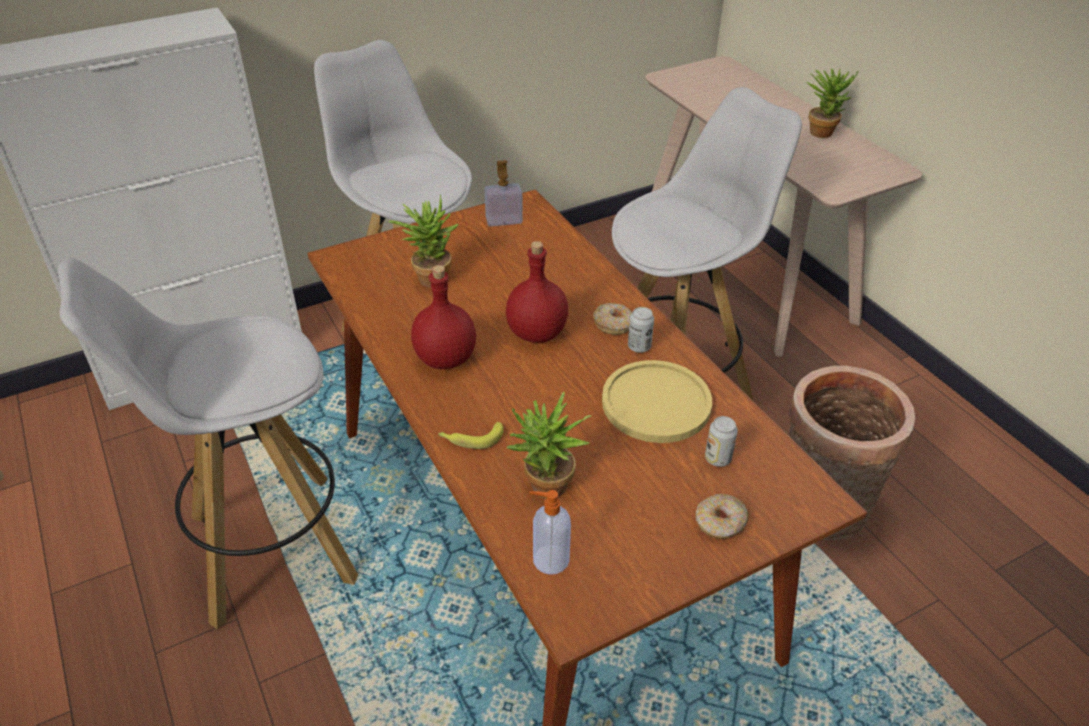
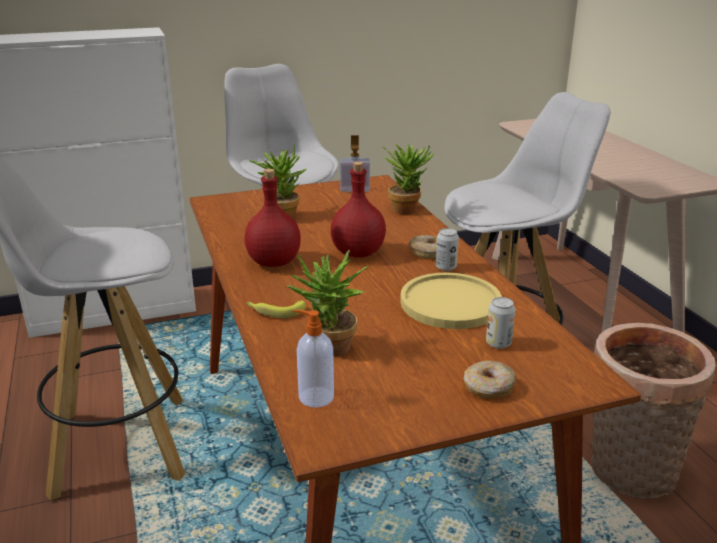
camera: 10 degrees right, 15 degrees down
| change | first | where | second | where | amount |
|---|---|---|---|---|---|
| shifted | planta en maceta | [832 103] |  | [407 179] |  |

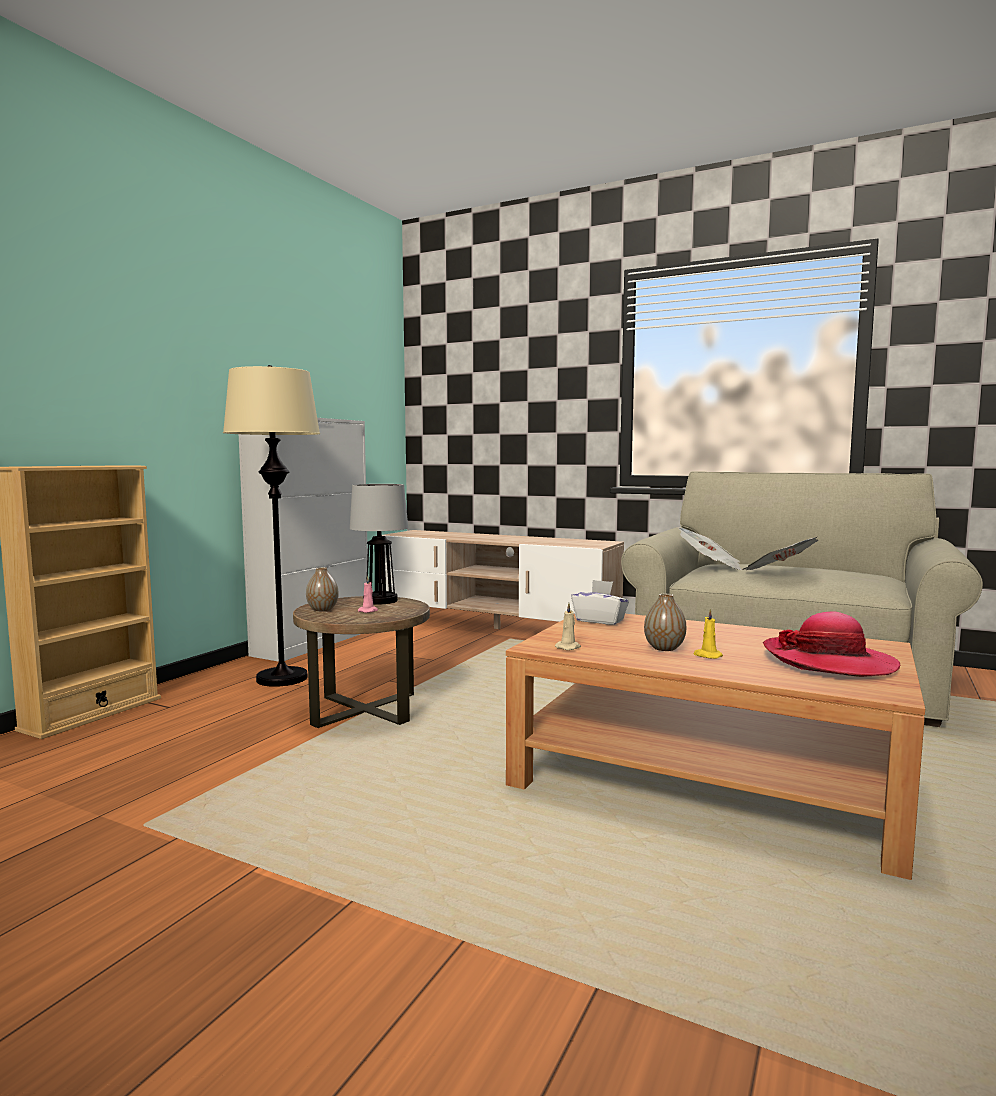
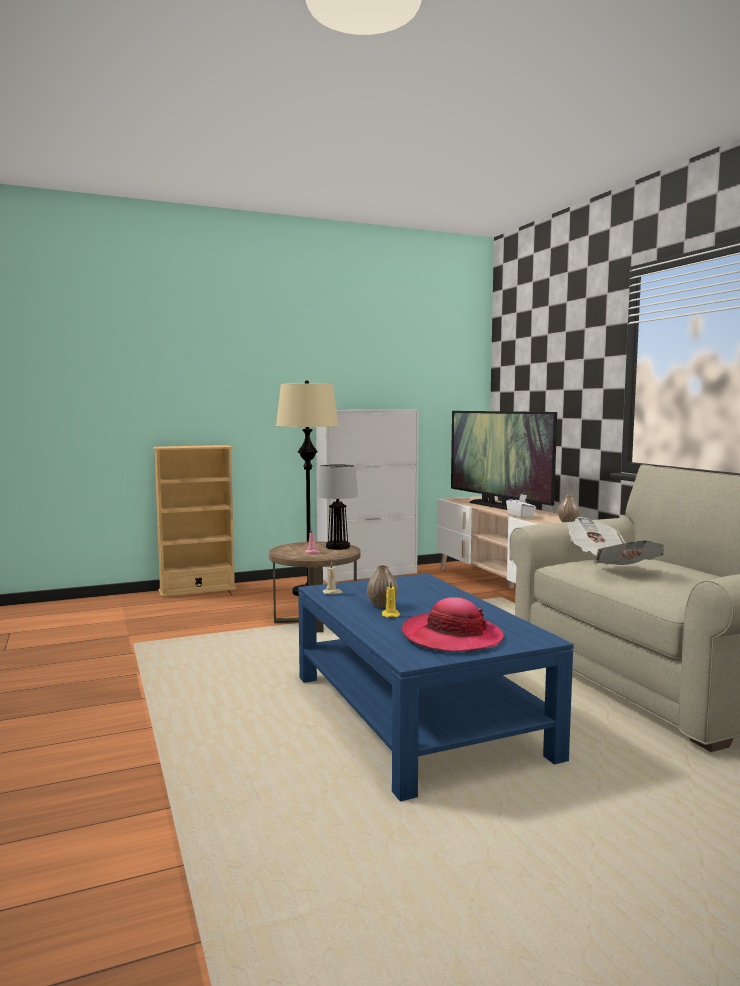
camera: 40 degrees right, 0 degrees up
| change | first | where | second | where | amount |
|---|---|---|---|---|---|
| new |  |  | televisor | [504 460] |  |
| shifted | florero | [322 589] |  | [568 508] |  |
| shifted | caja de pañuelos (blanco) | [600 602] |  | [521 506] |  |
| repainted | mesa de centro (marrón) | [715 747] | mesa de centro (azul) | [436 687] |  |

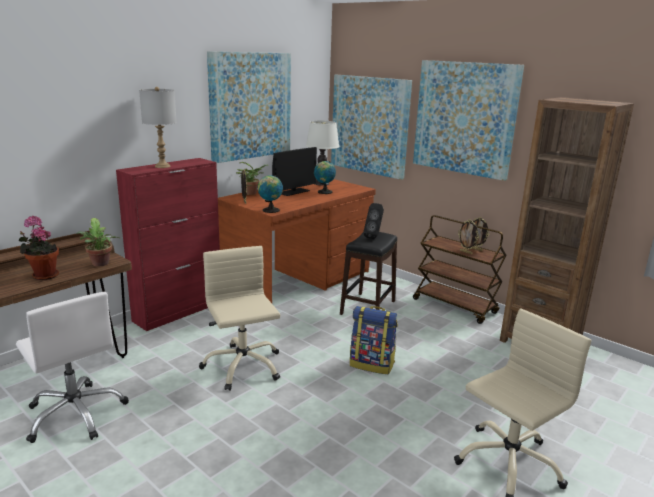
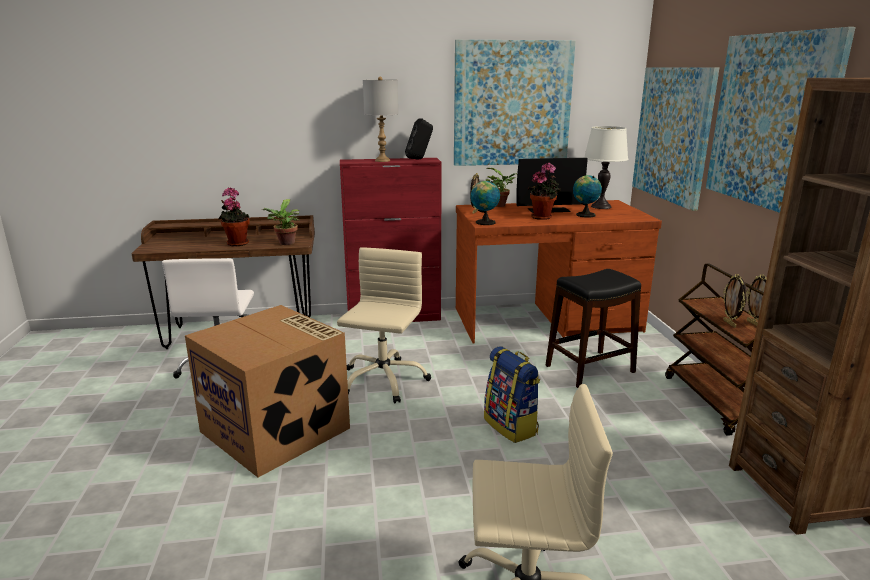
camera: 40 degrees right, 0 degrees up
| change | first | where | second | where | amount |
|---|---|---|---|---|---|
| new |  |  | caja de cartón | [267 391] |  |
| new |  |  | planta en maceta | [544 191] |  |
| shifted | altavoz (negro) | [373 221] |  | [419 138] |  |

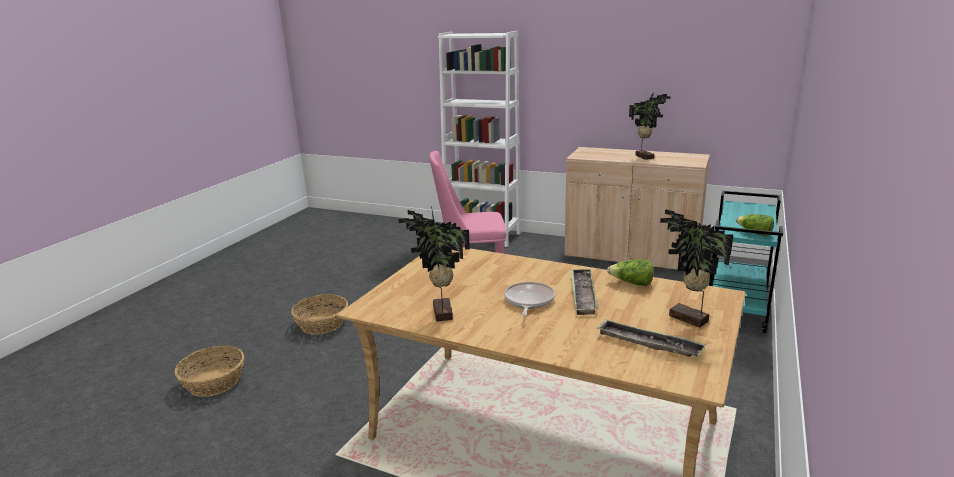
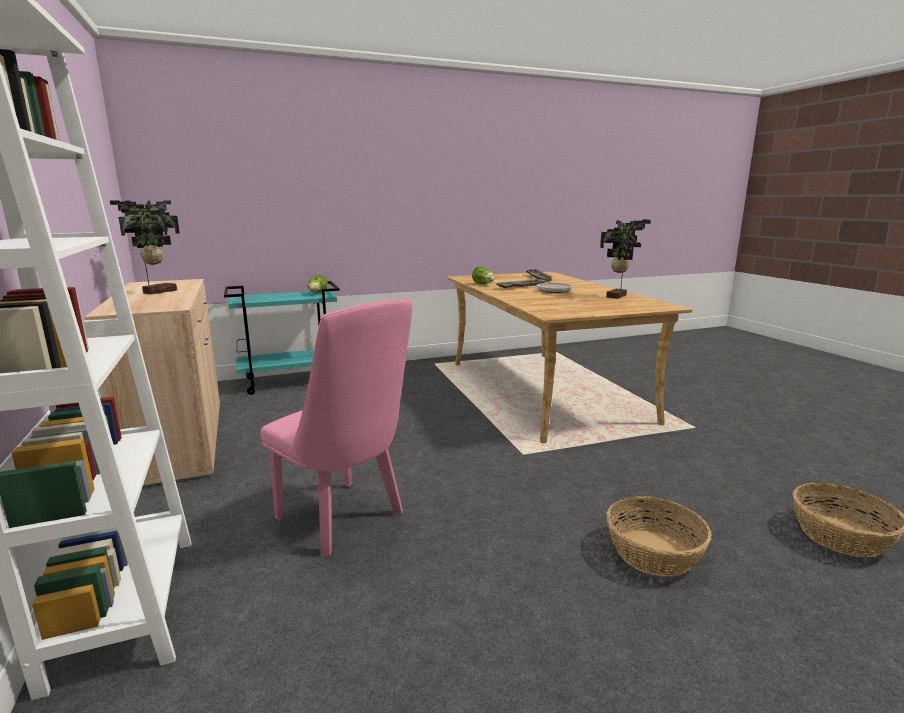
camera: 135 degrees left, 5 degrees down
| change | first | where | second | where | amount |
|---|---|---|---|---|---|
| gone | planta en maceta | [696 268] |  |  |  |

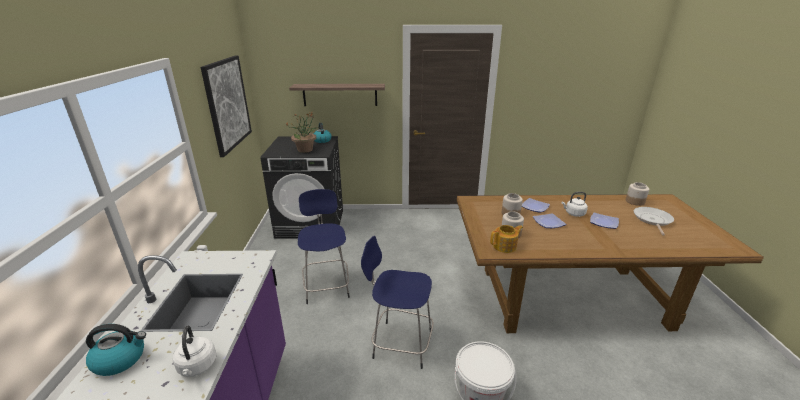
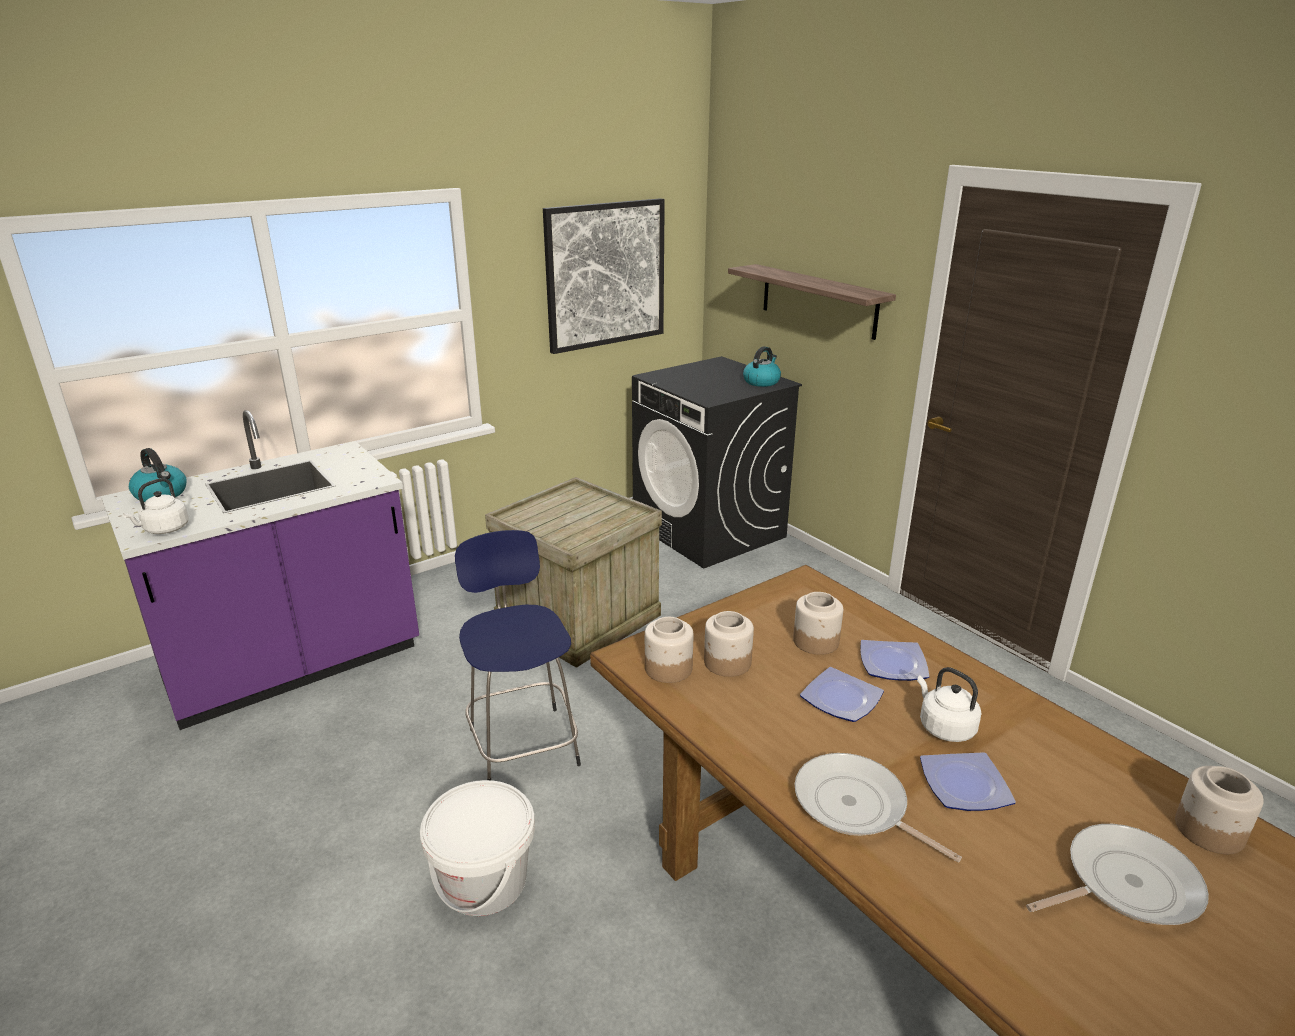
camera: 55 degrees right, 0 degrees up
| change | first | where | second | where | amount |
|---|---|---|---|---|---|
| gone | planta en maceta | [302 132] |  |  |  |
| new |  |  | sartén | [878 807] |  |
| swapped | taburete (azul) | [324 246] | caja de embalaje | [573 572] |  |
| swapped | tetera | [506 239] | tarro | [669 650] |  |

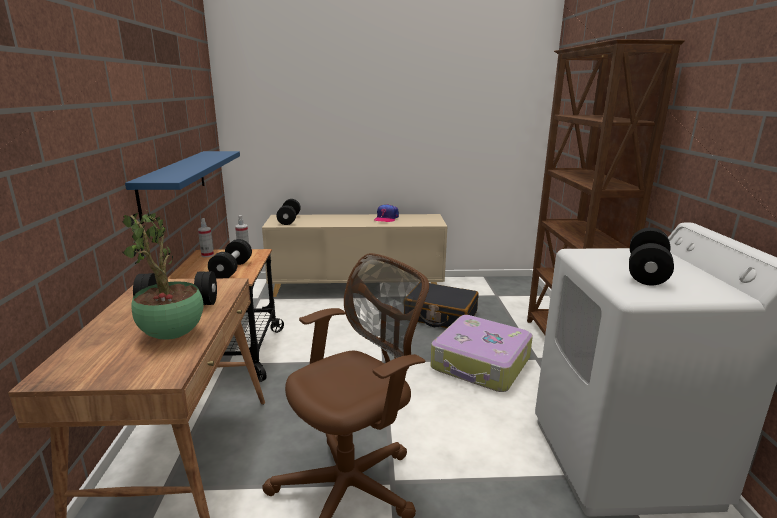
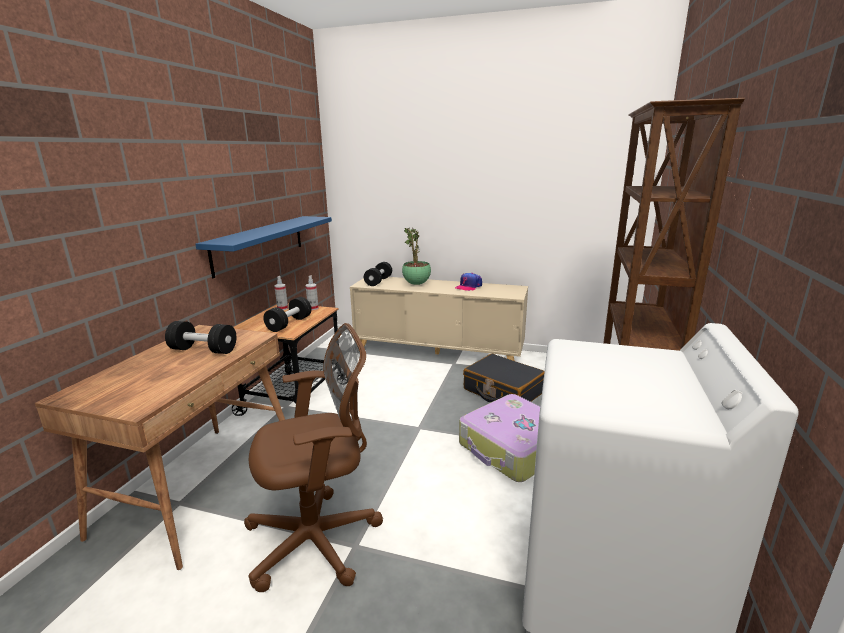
camera: 20 degrees right, 0 degrees up
| change | first | where | second | where | amount |
|---|---|---|---|---|---|
| gone | mancuerna (negro) | [651 256] |  |  |  |
| shifted | planta en maceta | [163 275] |  | [416 256] |  |

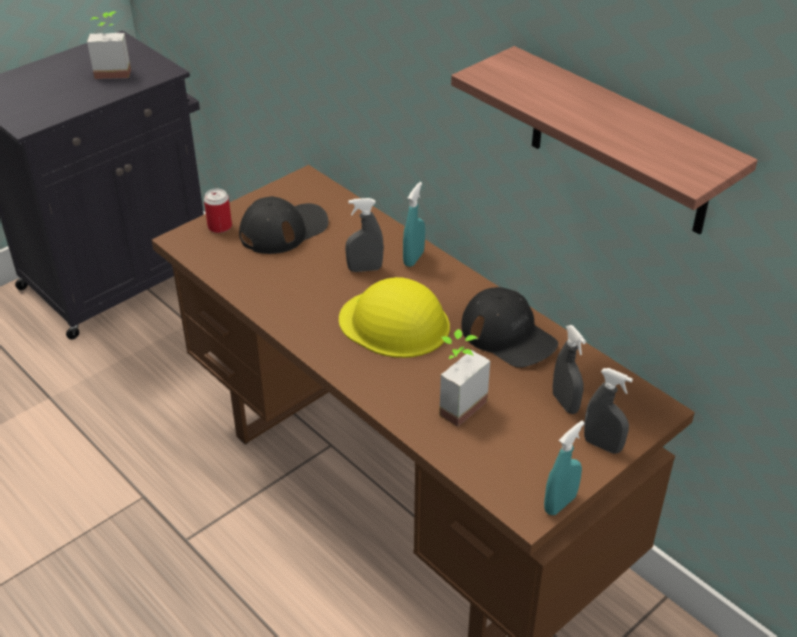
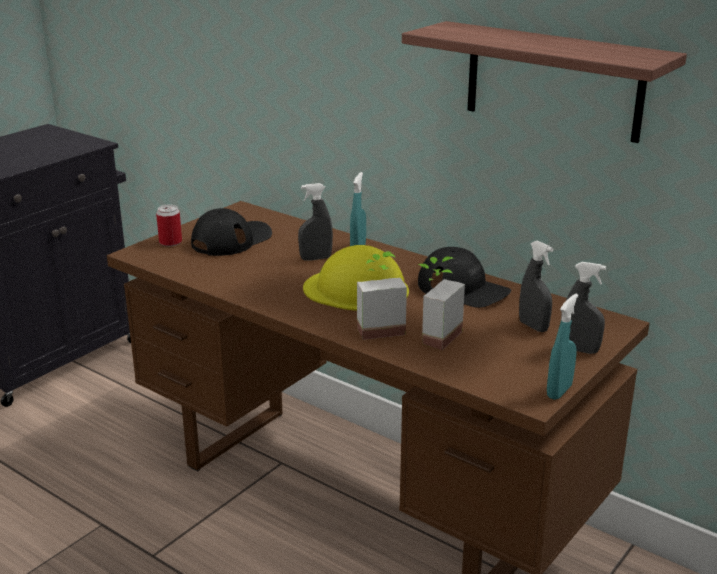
camera: 10 degrees left, 15 degrees down
| change | first | where | second | where | amount |
|---|---|---|---|---|---|
| shifted | planta en maceta | [109 45] |  | [382 295] |  |

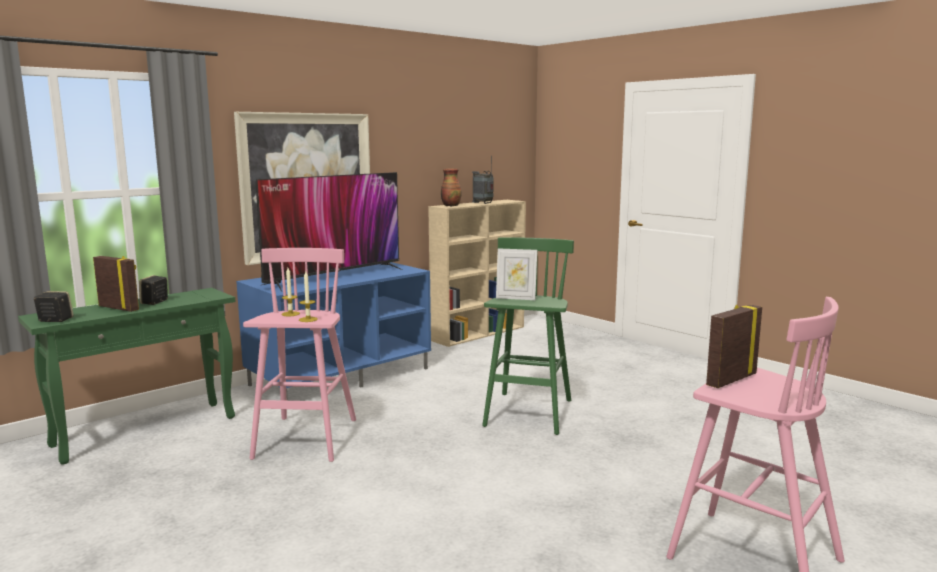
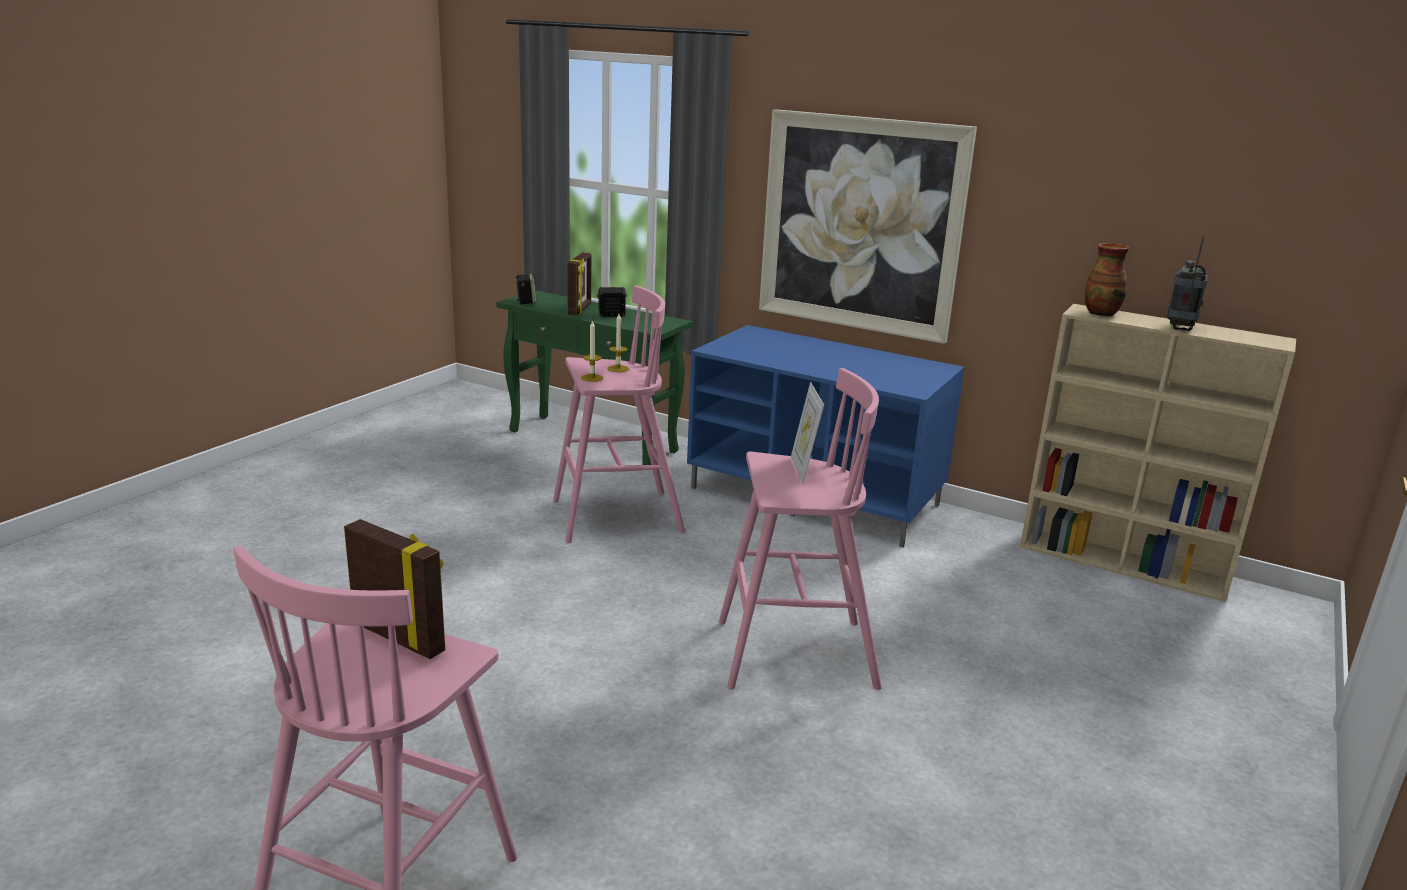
camera: 70 degrees right, 10 degrees up
| change | first | where | second | where | amount |
|---|---|---|---|---|---|
| gone | televisor | [329 232] |  |  |  |
| repainted | taburete (verde) | [528 336] | taburete (rosa) | [800 529] |  |

